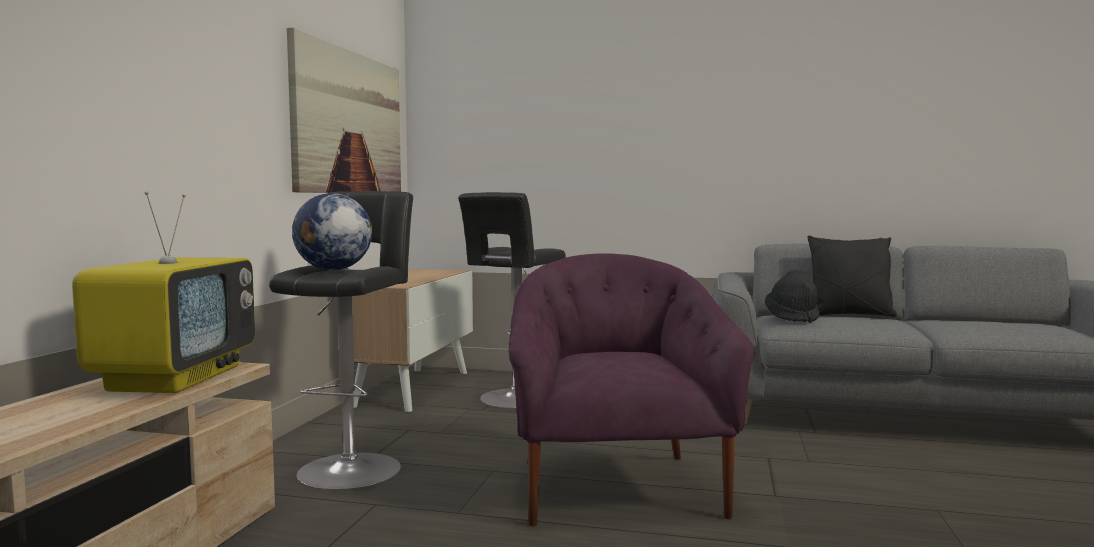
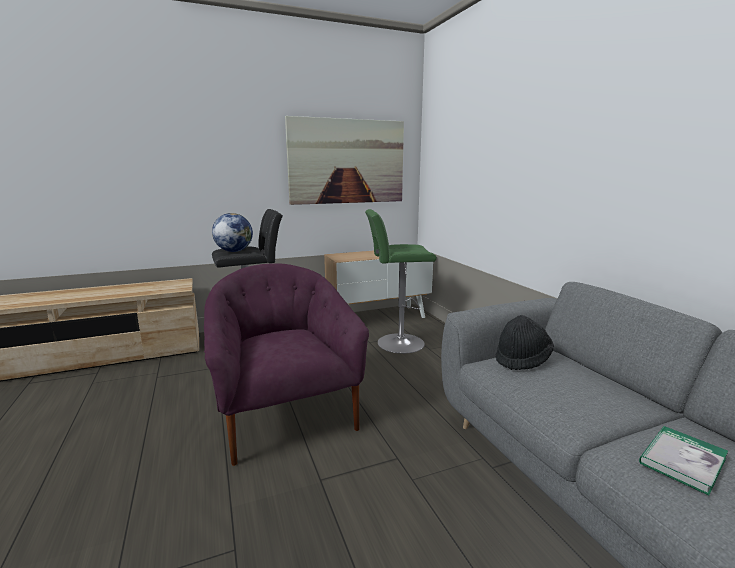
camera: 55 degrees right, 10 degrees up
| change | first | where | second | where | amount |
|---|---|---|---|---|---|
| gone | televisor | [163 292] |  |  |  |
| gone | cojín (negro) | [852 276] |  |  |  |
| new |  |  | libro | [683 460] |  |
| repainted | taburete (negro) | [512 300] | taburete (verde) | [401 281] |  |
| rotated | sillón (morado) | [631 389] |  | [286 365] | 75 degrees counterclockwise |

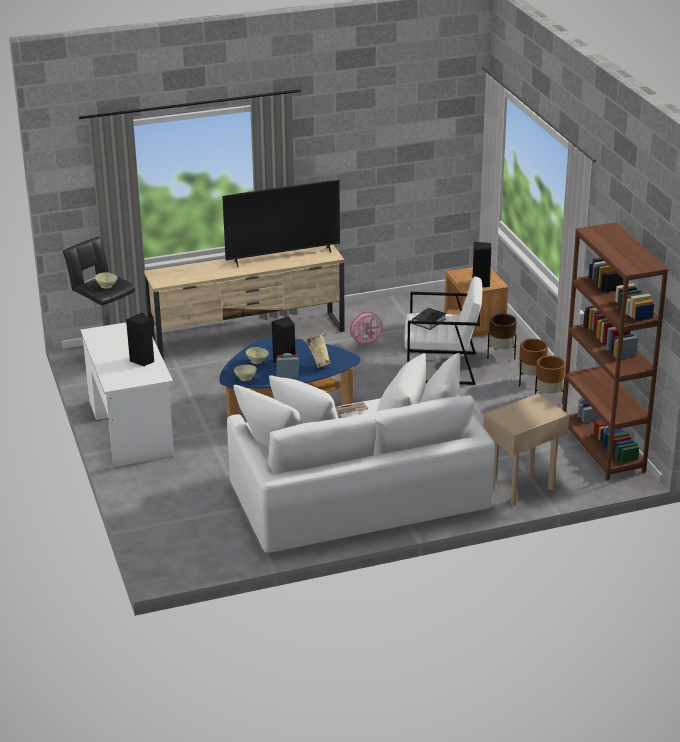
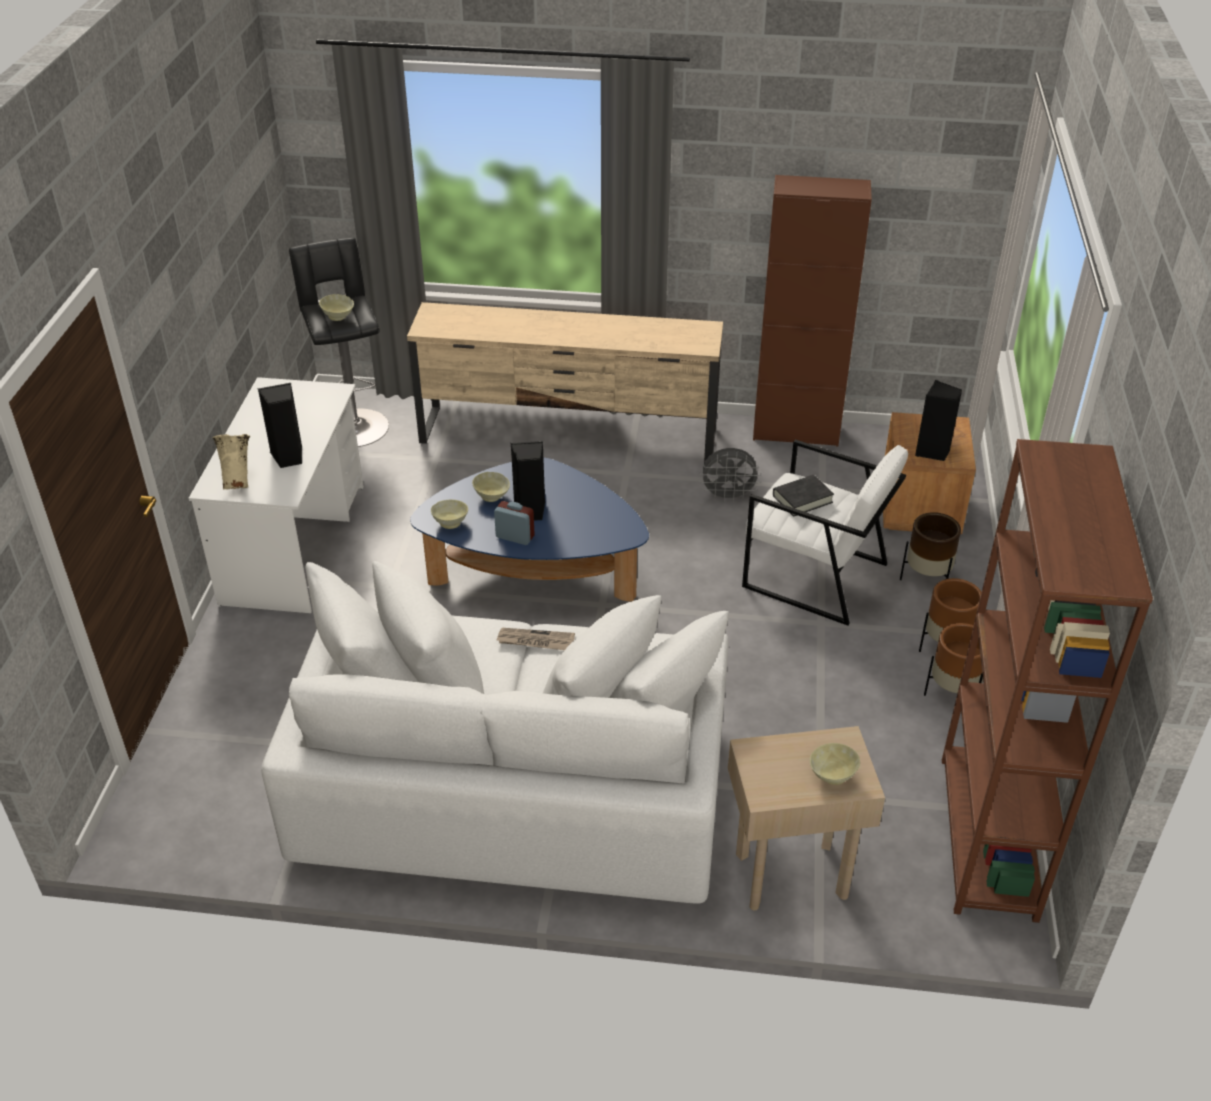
camera: 25 degrees right, 10 degrees up
| change | first | where | second | where | amount |
|---|---|---|---|---|---|
| gone | televisor | [281 223] |  |  |  |
| new |  |  | armario (marrón) | [812 311] |  |
| new |  |  | cuenco (beis) | [835 764] |  |
| shifted | florero (beis) | [316 350] |  | [231 461] |  |
| repainted | ventilador (rosa) | [367 329] | ventilador (gris) | [730 475] |  |

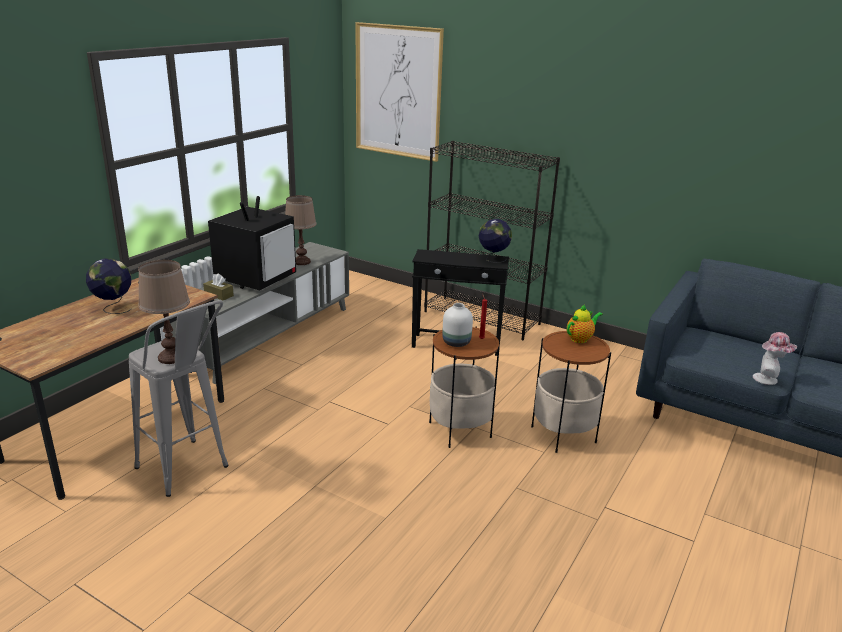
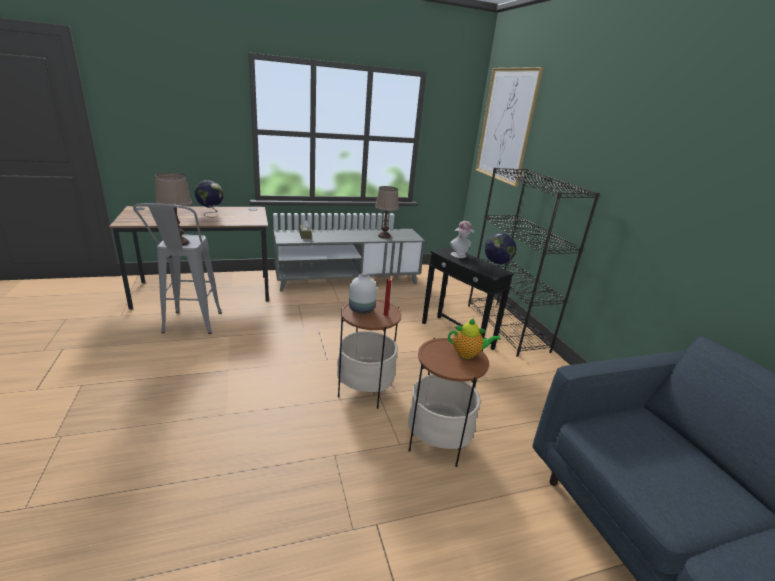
camera: 40 degrees right, 0 degrees up
| change | first | where | second | where | amount |
|---|---|---|---|---|---|
| gone | televisor | [252 243] |  |  |  |
| shifted | sombrero | [775 358] |  | [462 239] |  |

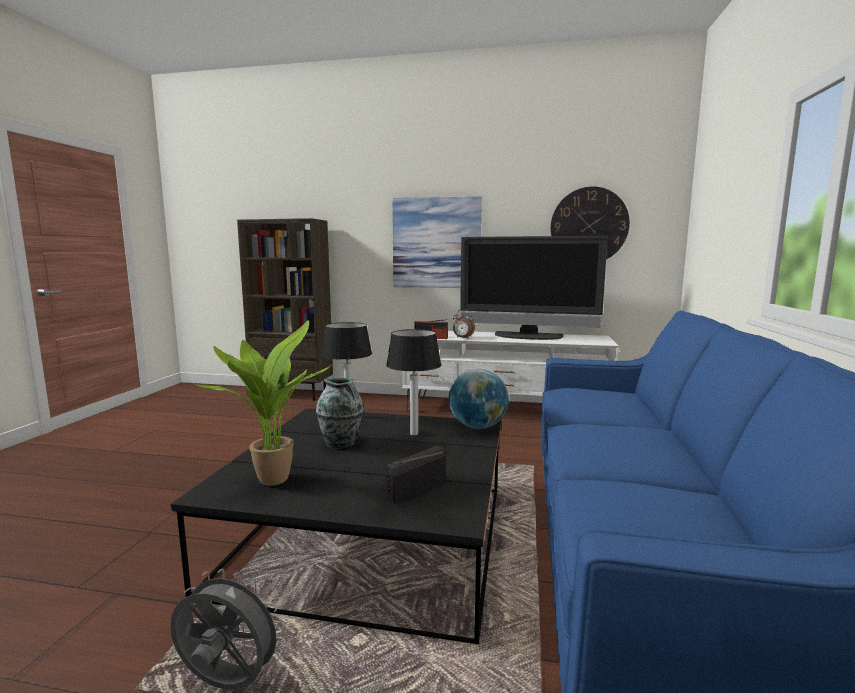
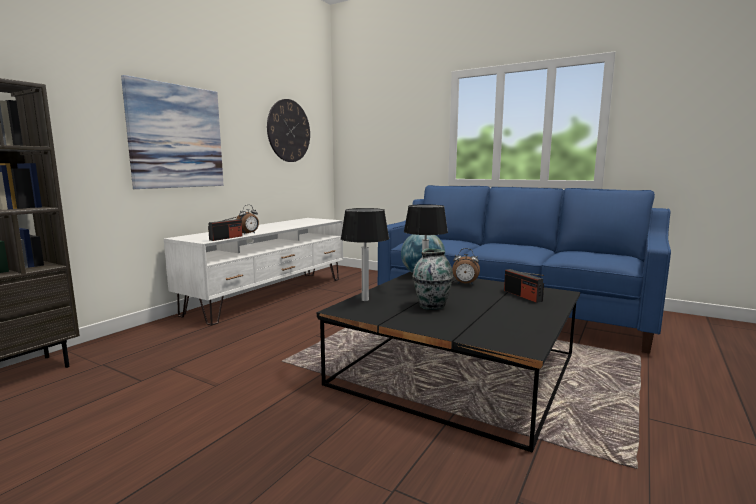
camera: 70 degrees left, 0 degrees up
| change | first | where | second | where | amount |
|---|---|---|---|---|---|
| gone | ventilador (gris) | [228 629] |  |  |  |
| gone | planta en maceta | [260 403] |  |  |  |
| gone | televisor | [534 288] |  |  |  |
| new |  |  | despertador | [466 266] |  |

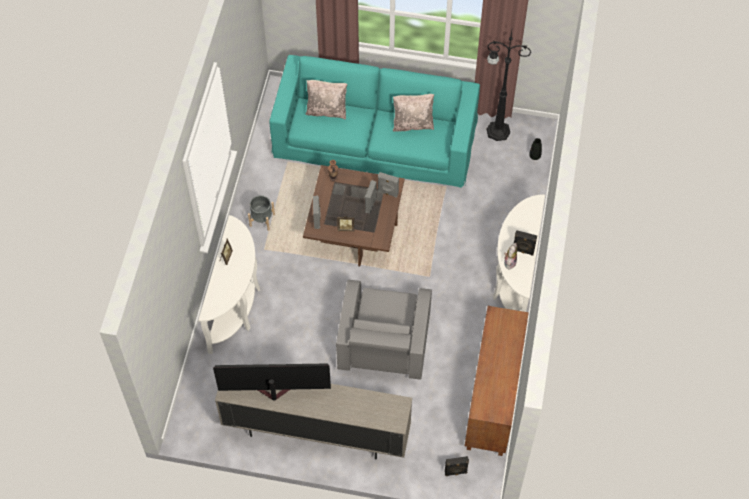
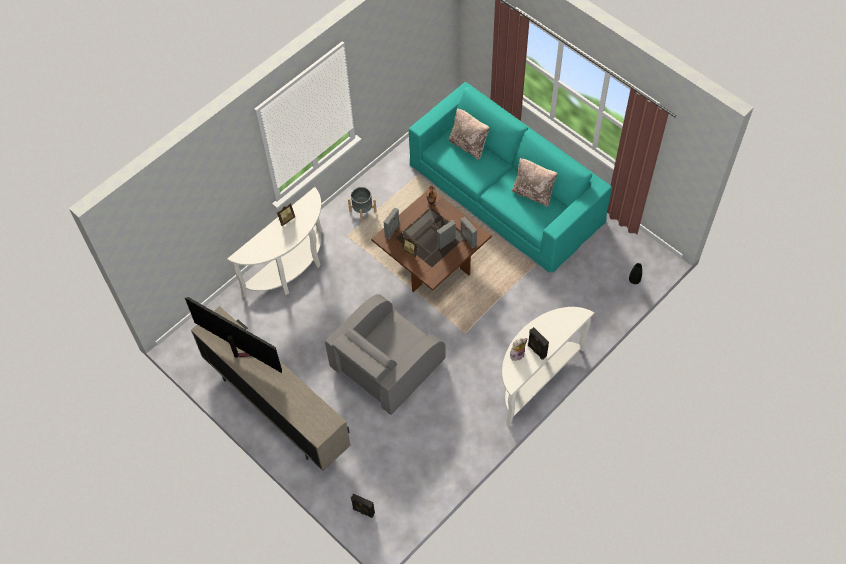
camera: 35 degrees right, 0 degrees up
| change | first | where | second | where | amount |
|---|---|---|---|---|---|
| gone | armario (marrón) | [497 381] |  |  |  |
| gone | lámpara de pie (negro) | [509 86] |  |  |  |

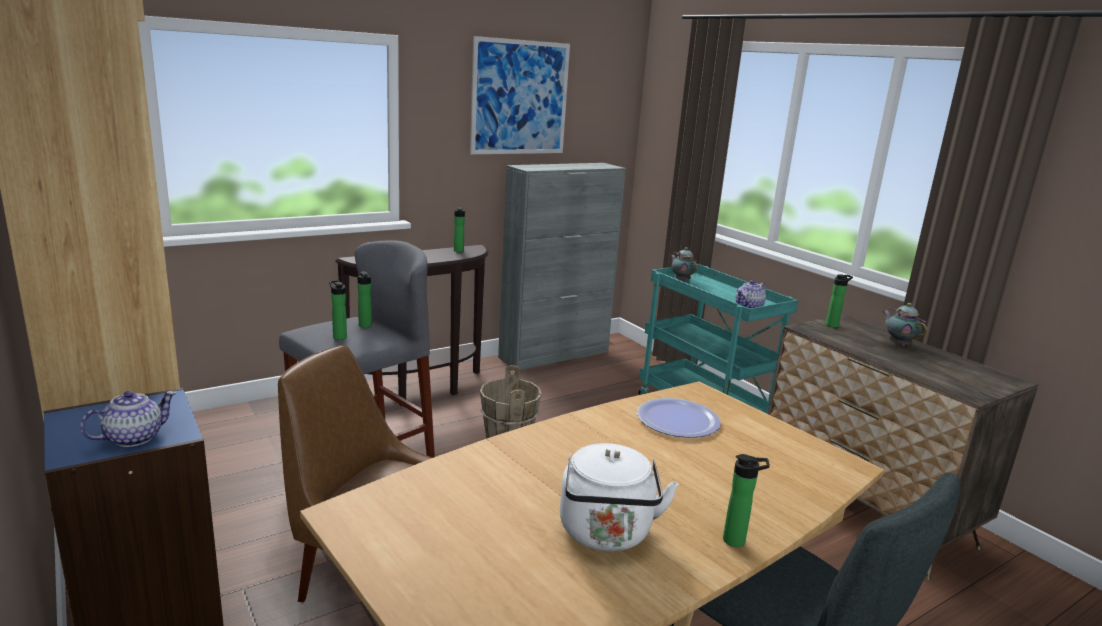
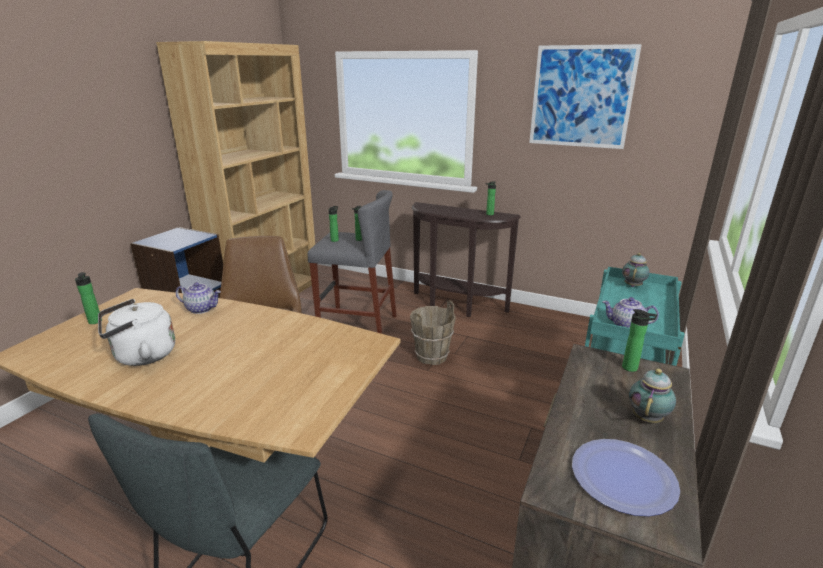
camera: 60 degrees right, 5 degrees up
| change | first | where | second | where | amount |
|---|---|---|---|---|---|
| gone | armario (gris) | [562 266] |  |  |  |
| shifted | tetera | [128 419] |  | [198 298] |  |
| shifted | plato | [679 418] |  | [626 477] |  |
| shifted | botella | [746 500] |  | [88 298] |  |

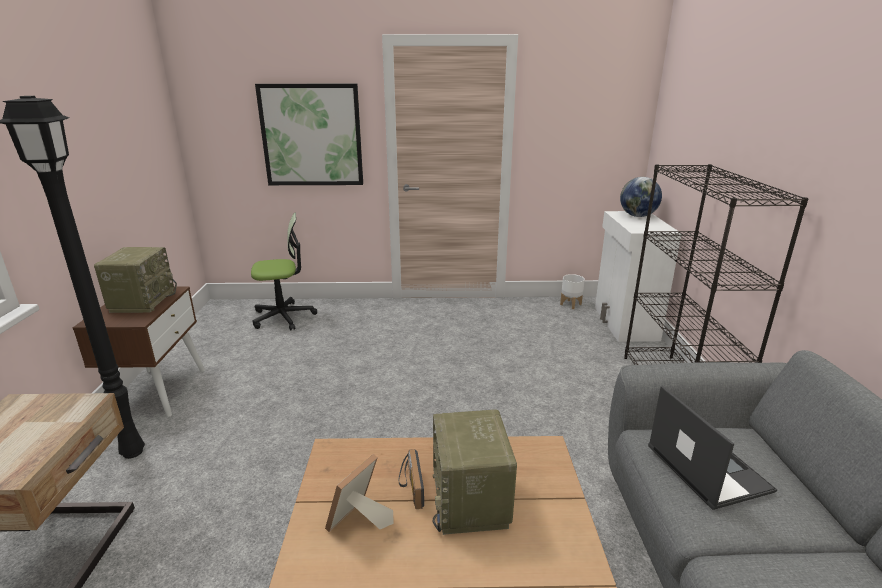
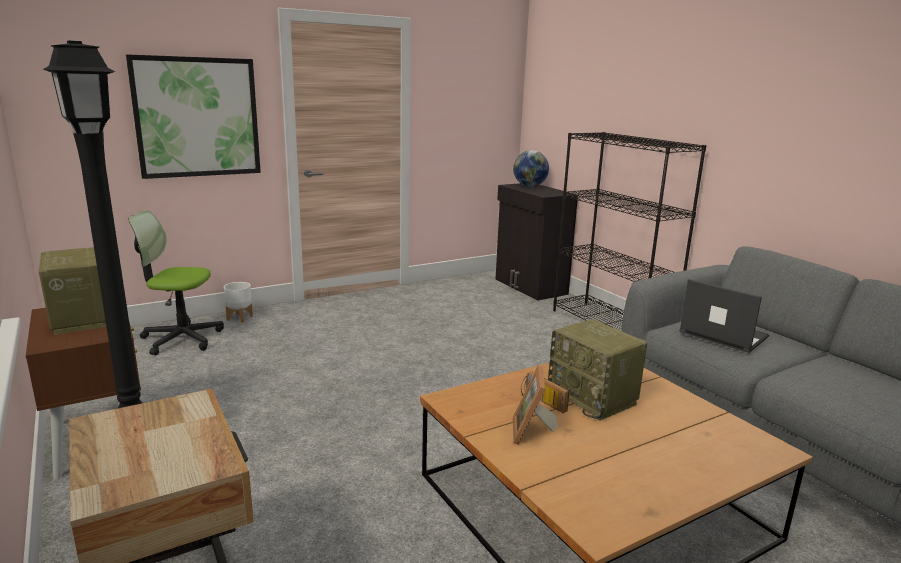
camera: 30 degrees left, 5 degrees down
| change | first | where | second | where | amount |
|---|---|---|---|---|---|
| shifted | maceta (blanco) | [572 291] |  | [238 302] |  |
| repainted | armario (blanco) | [638 276] | armario (negro) | [537 241] |  |
| rotated | silla de oficina | [284 271] |  | [176 282] | 135 degrees counterclockwise |

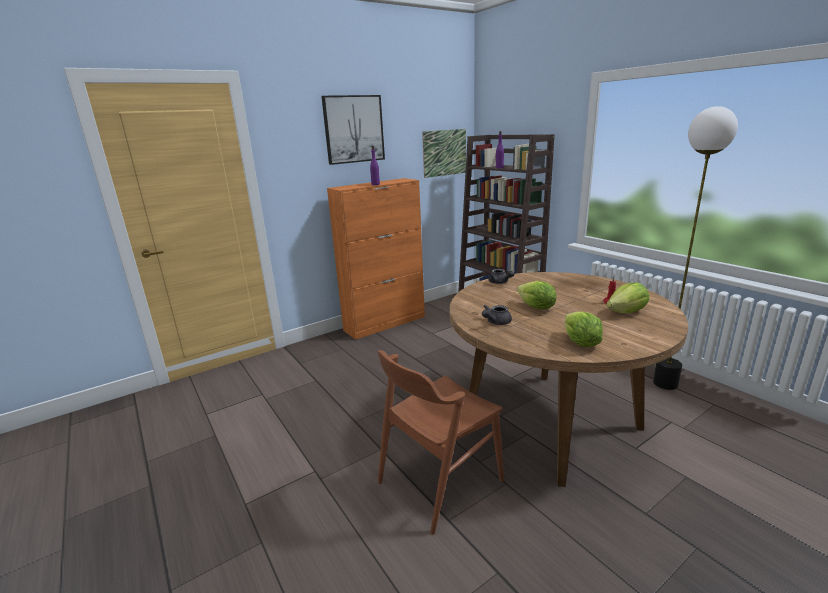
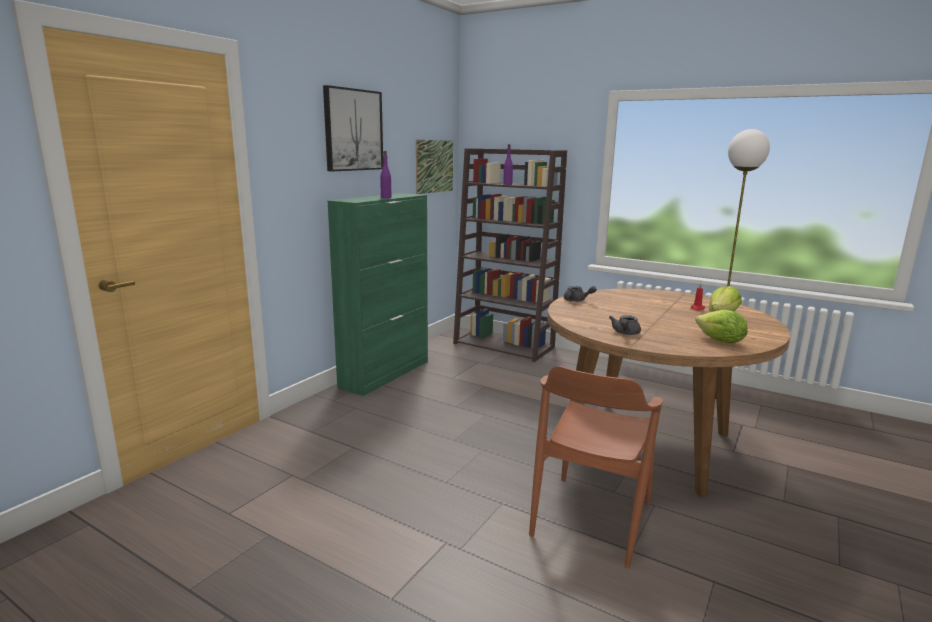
camera: 25 degrees left, 5 degrees down
| change | first | where | second | where | amount |
|---|---|---|---|---|---|
| gone | lechuga | [536 295] |  |  |  |
| repainted | armario (naranja) | [376 259] | armario (verde) | [378 294] |  |

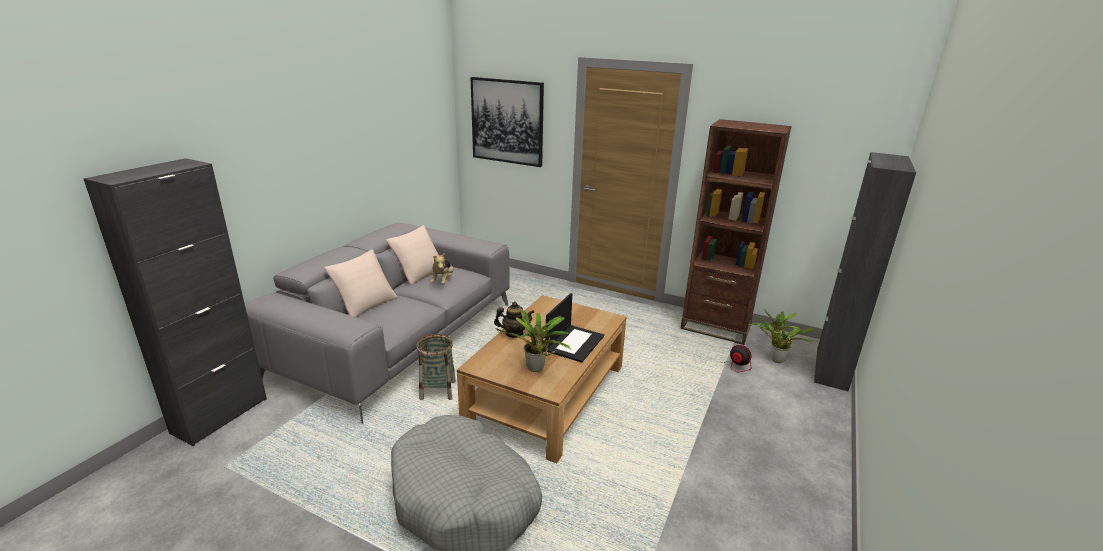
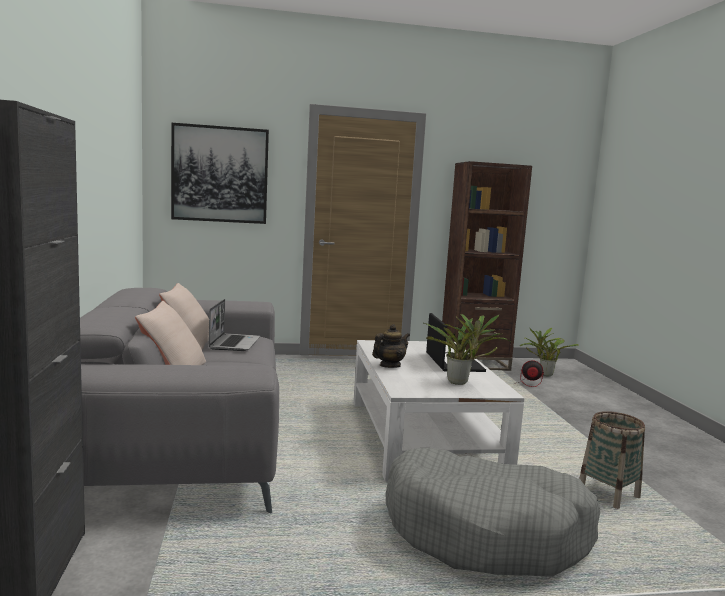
camera: 35 degrees left, 15 degrees down
| change | first | where | second | where | amount |
|---|---|---|---|---|---|
| gone | armario (negro) | [865 271] |  |  |  |
| shifted | cesta | [436 367] |  | [612 460] |  |
| swapped | peluche | [442 269] | portátil | [234 325] |  |
| repainted | mesa de centro (marrón) | [542 379] | mesa de centro (blanco) | [439 411] |  |

